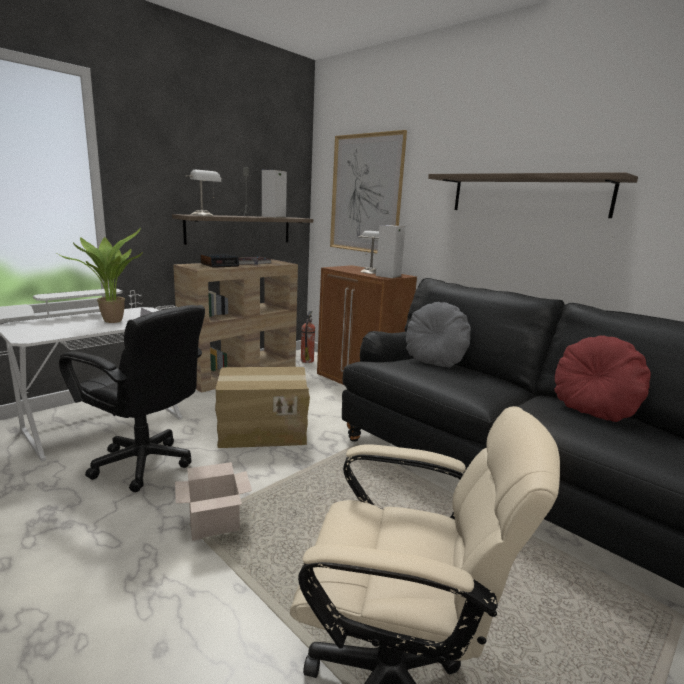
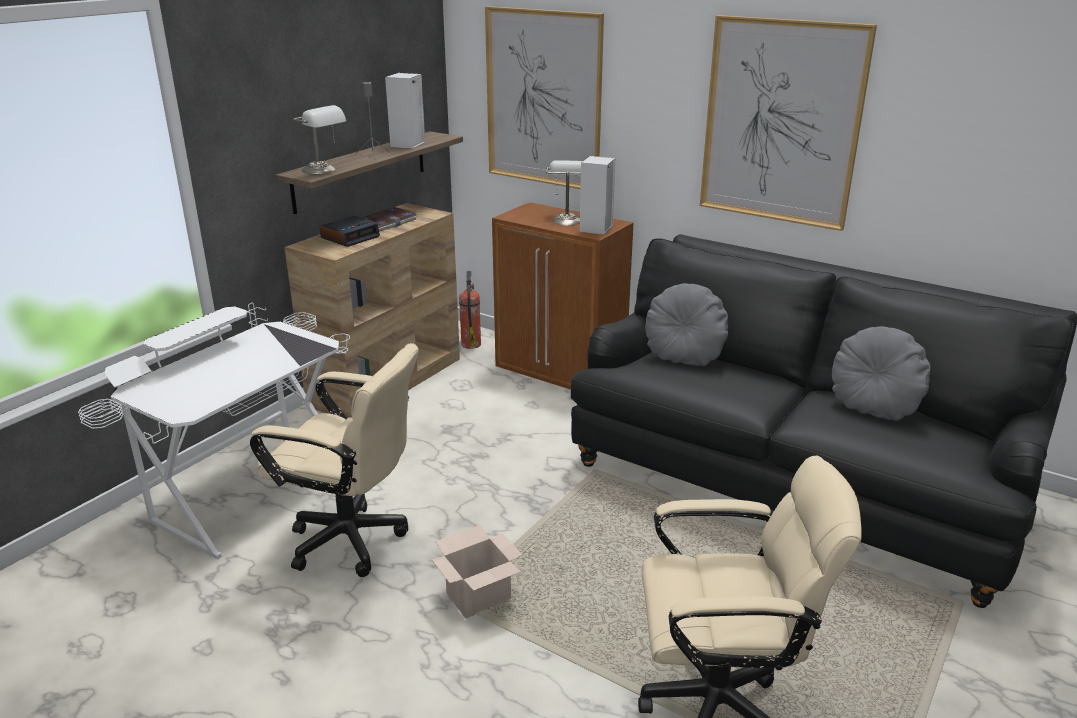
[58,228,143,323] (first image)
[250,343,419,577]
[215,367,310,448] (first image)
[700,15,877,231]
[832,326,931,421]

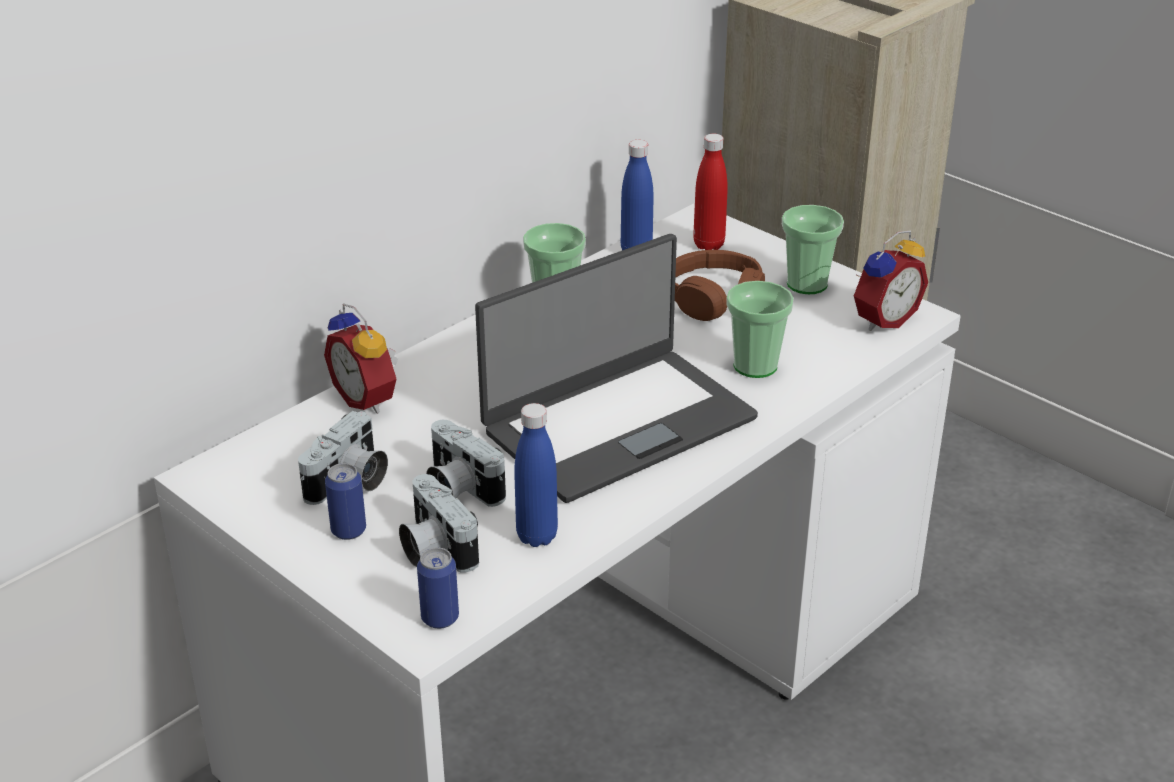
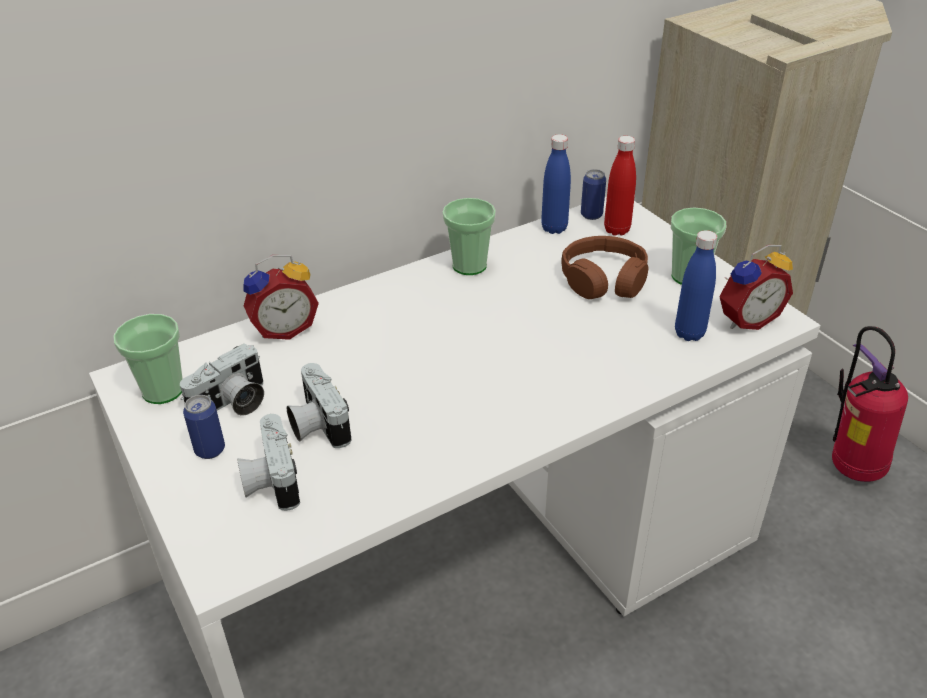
[244,255,319,340]
[581,169,606,220]
[475,234,758,503] (first image)
[675,230,717,341]
[113,314,183,404]
[832,326,908,482]

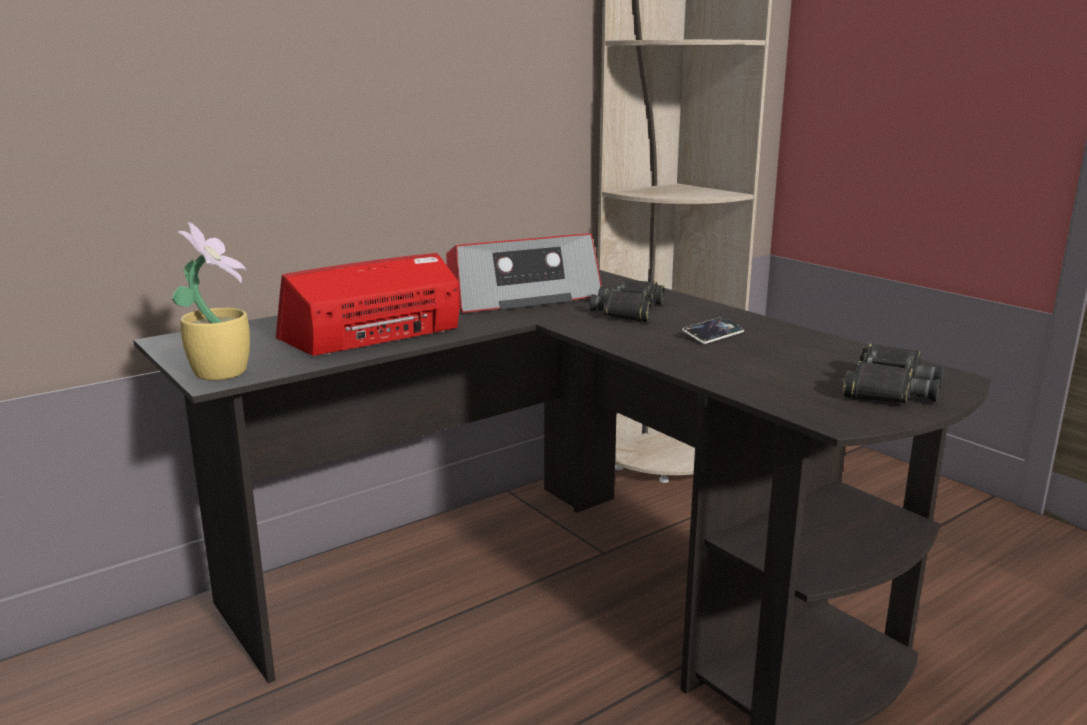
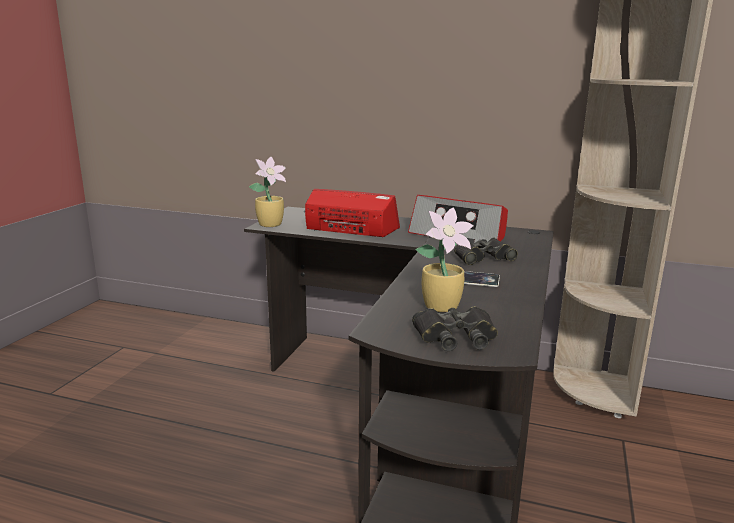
[415,207,473,312]

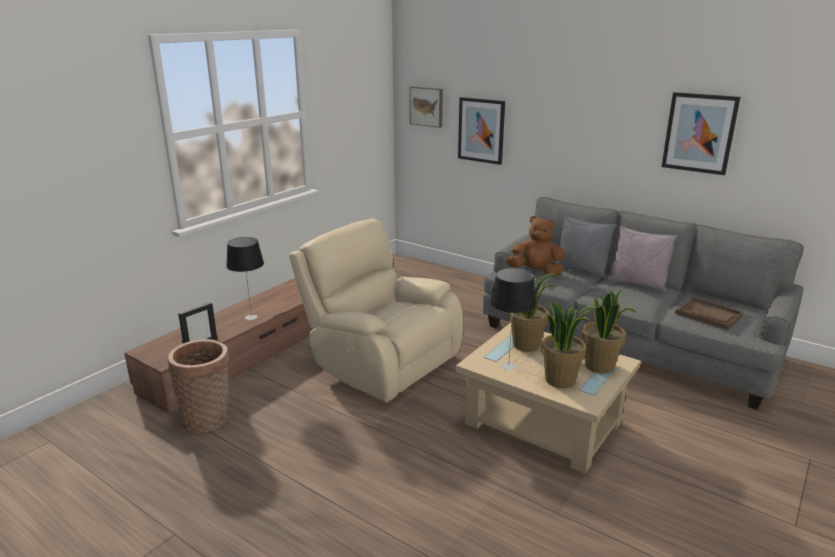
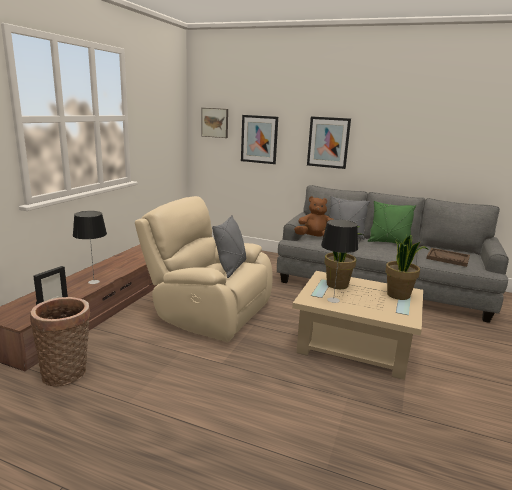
[541,300,597,388] (first image)
[368,201,416,244]
[307,116,351,169]
[212,215,246,278]

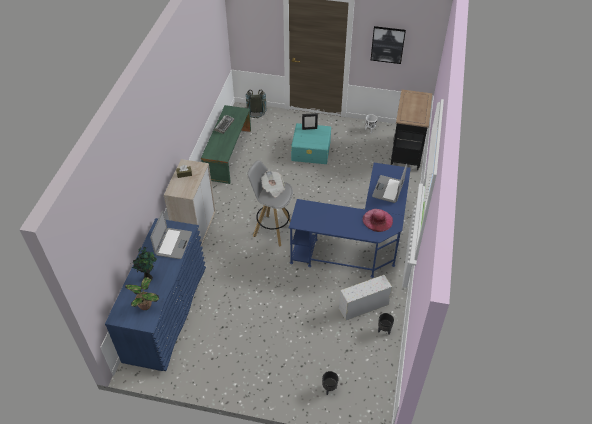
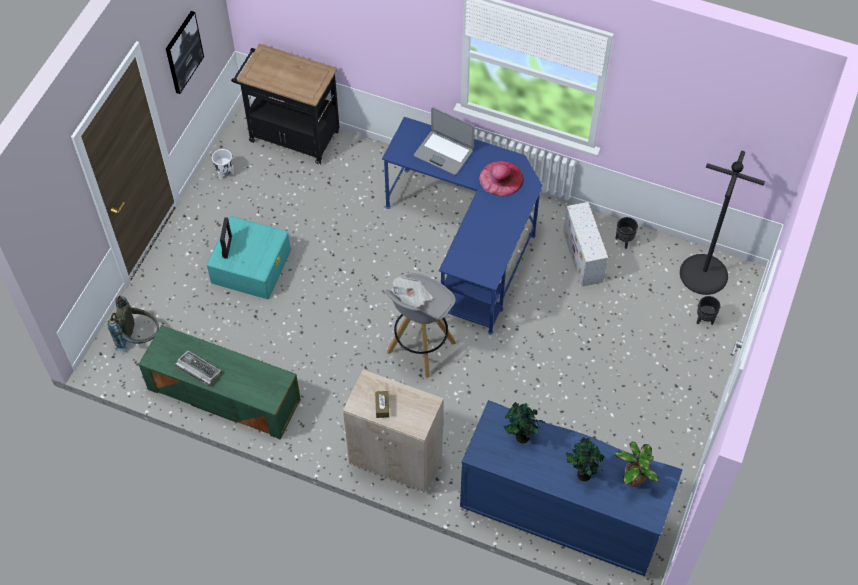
[504,402,545,443]
[680,151,765,295]

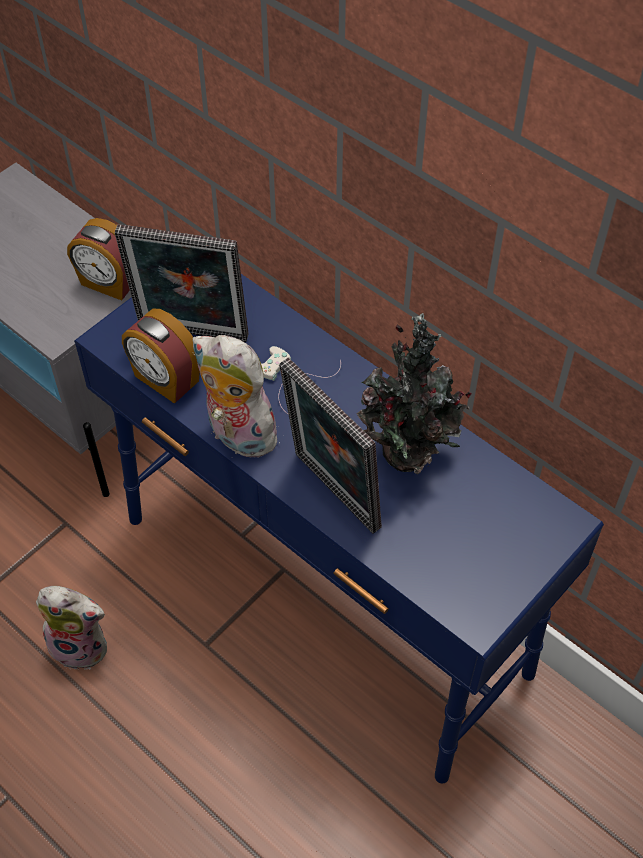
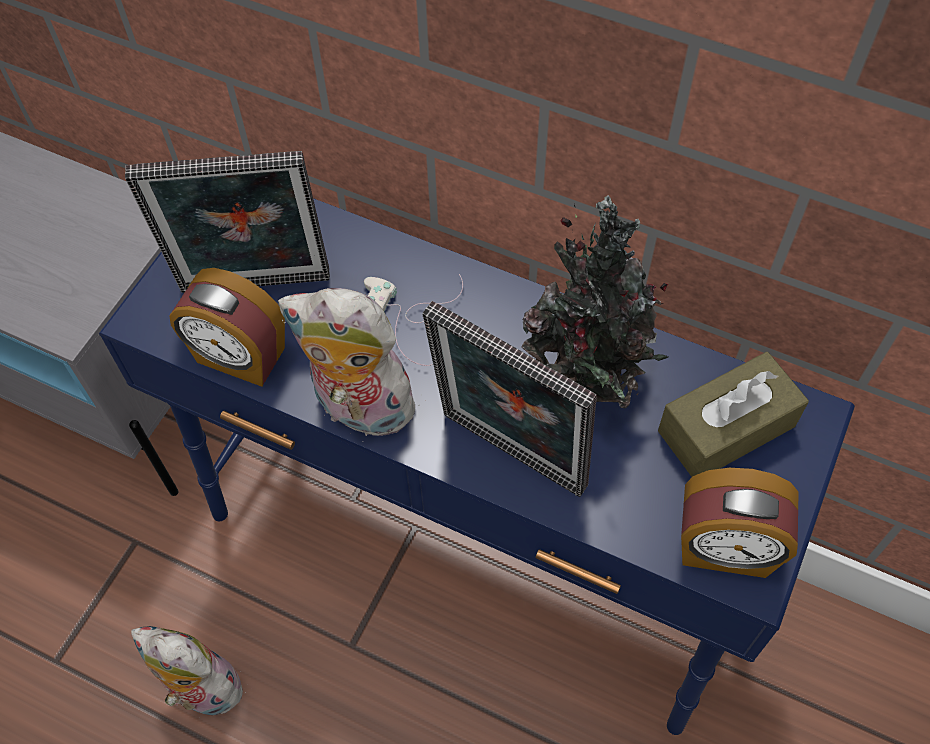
[131,626,250,718]
[681,468,799,578]
[658,352,809,477]

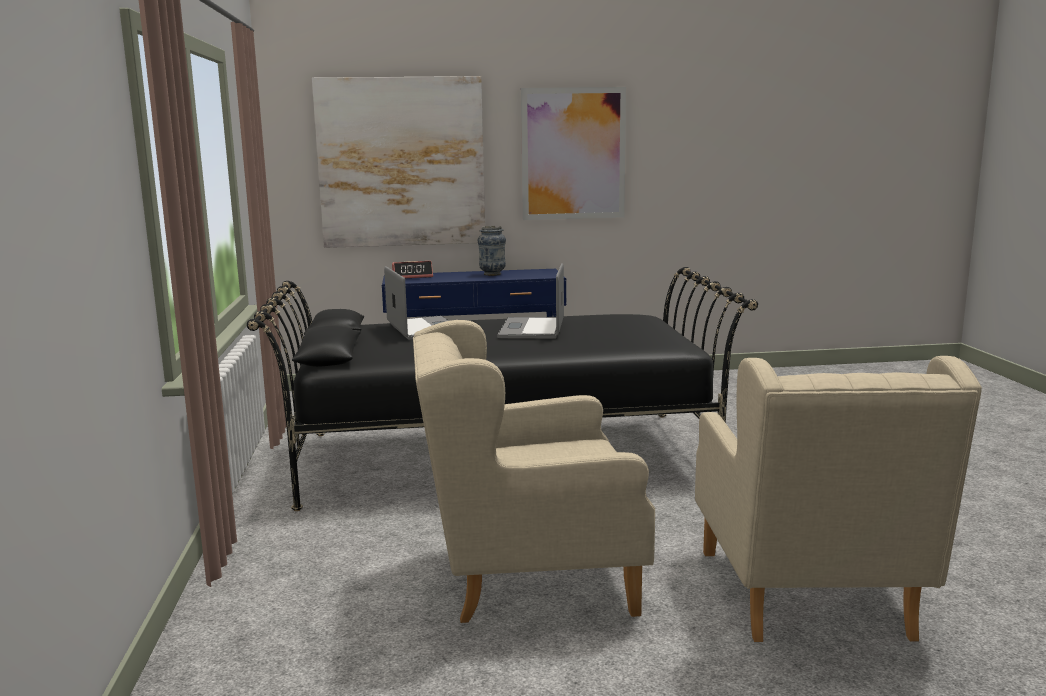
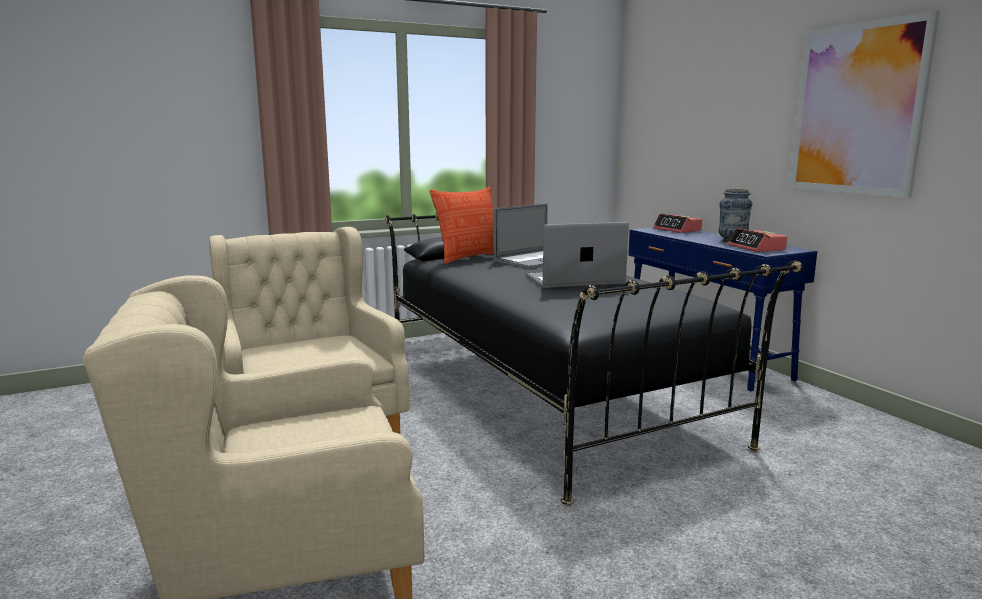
[312,76,485,248] (first image)
[430,187,494,264]
[728,228,787,252]

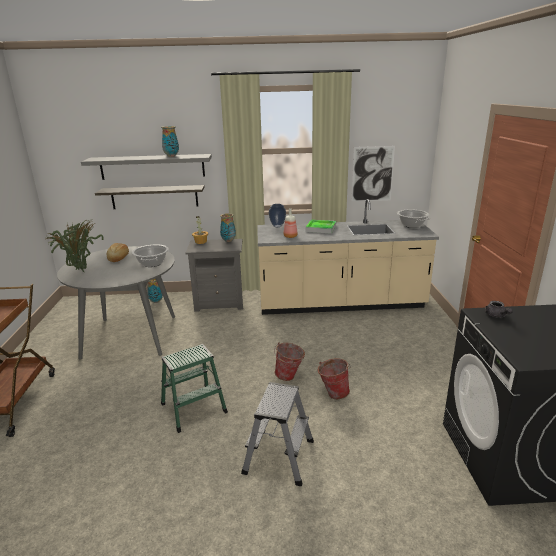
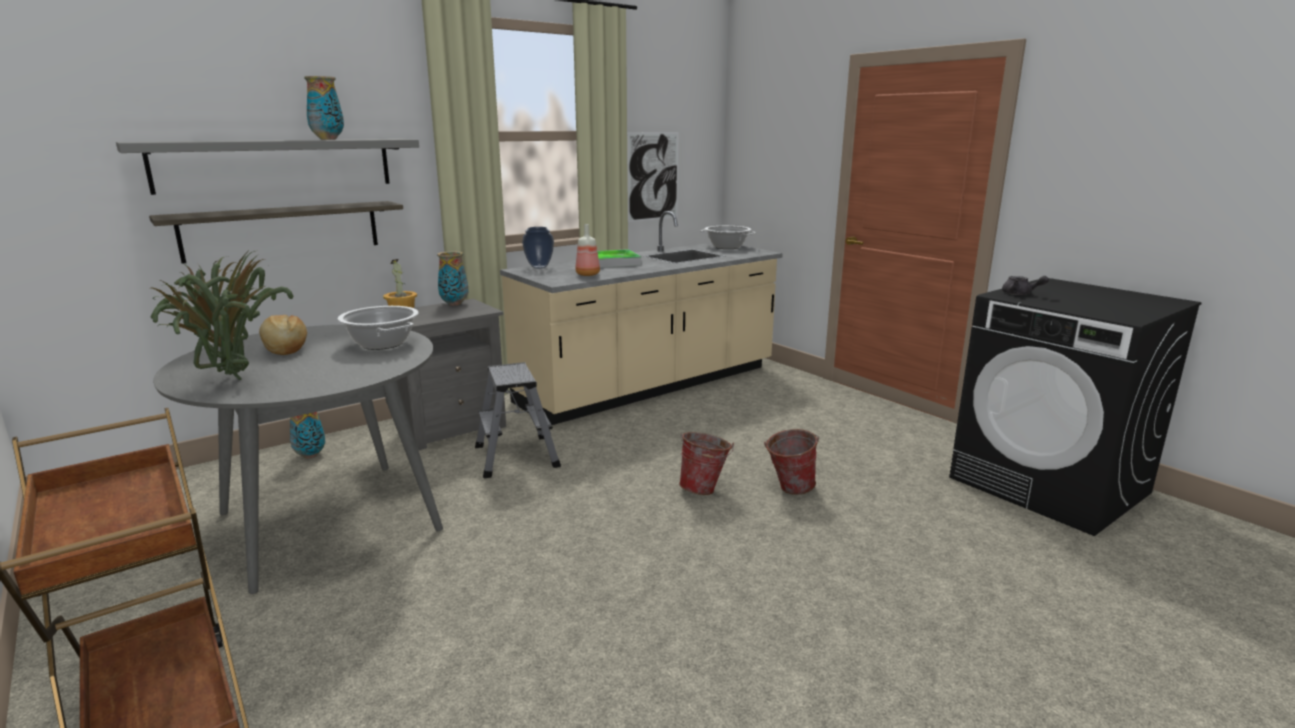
[161,344,228,433] (first image)
[475,362,561,478]

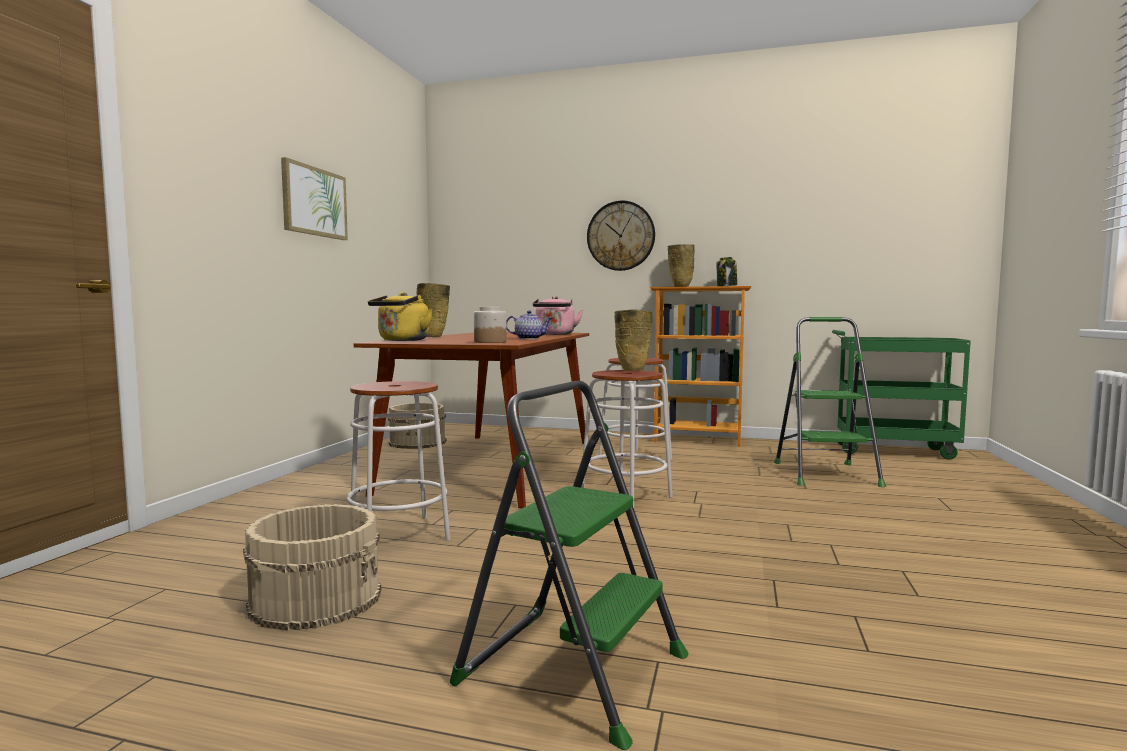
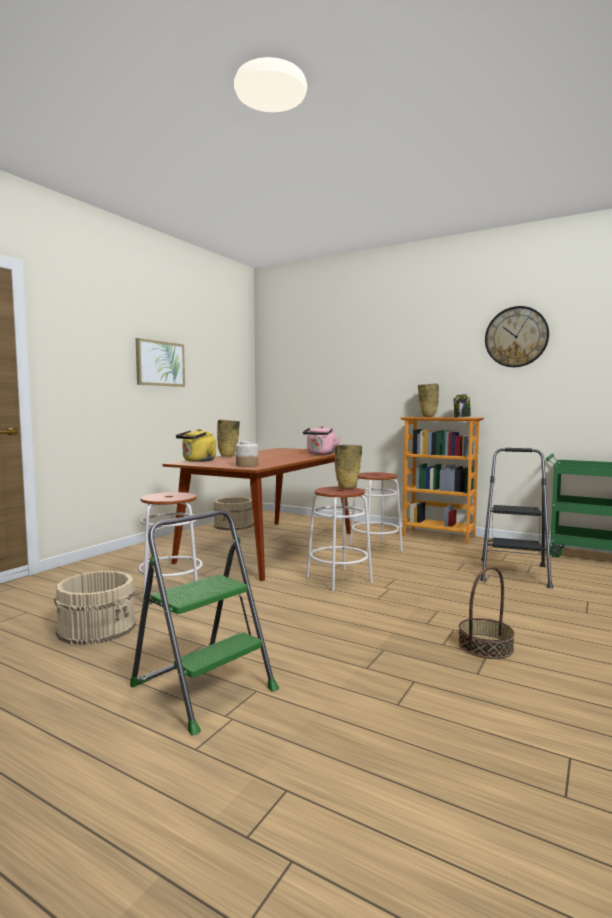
[506,311,553,339] (first image)
[485,306,549,367]
[480,448,553,588]
[458,566,515,659]

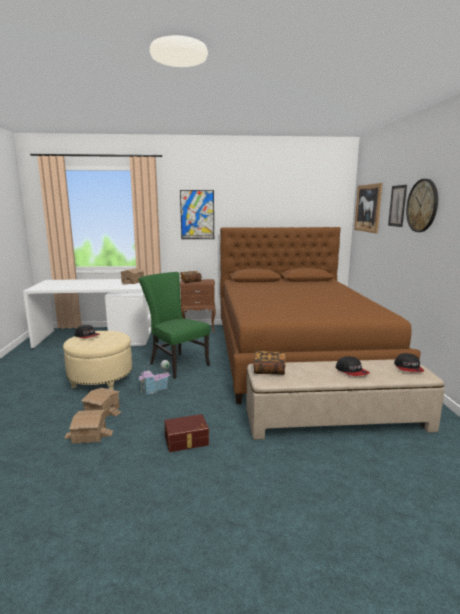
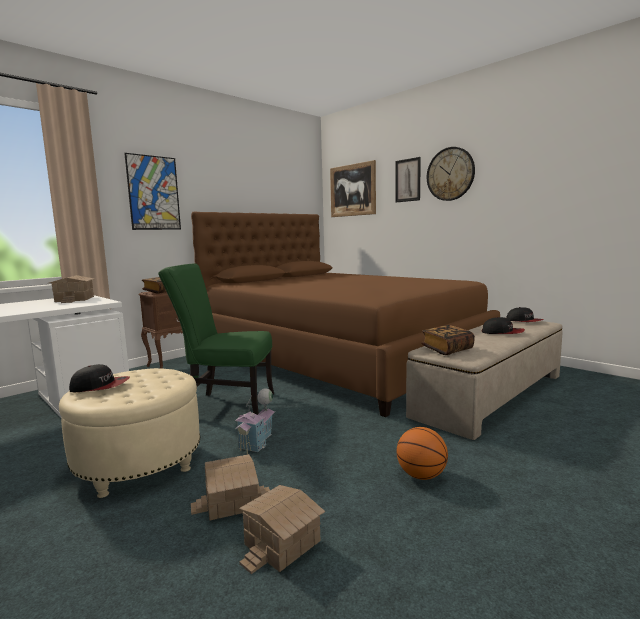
[397,427,448,480]

